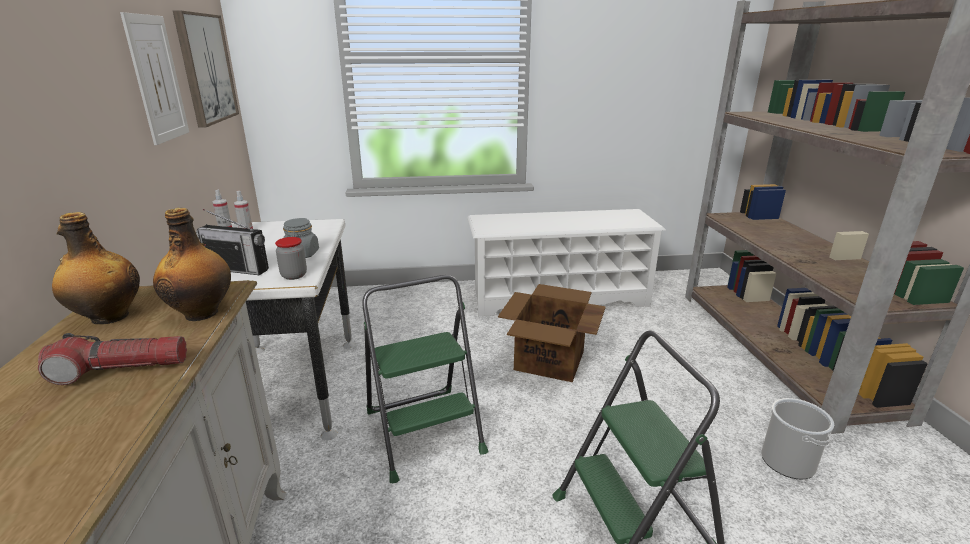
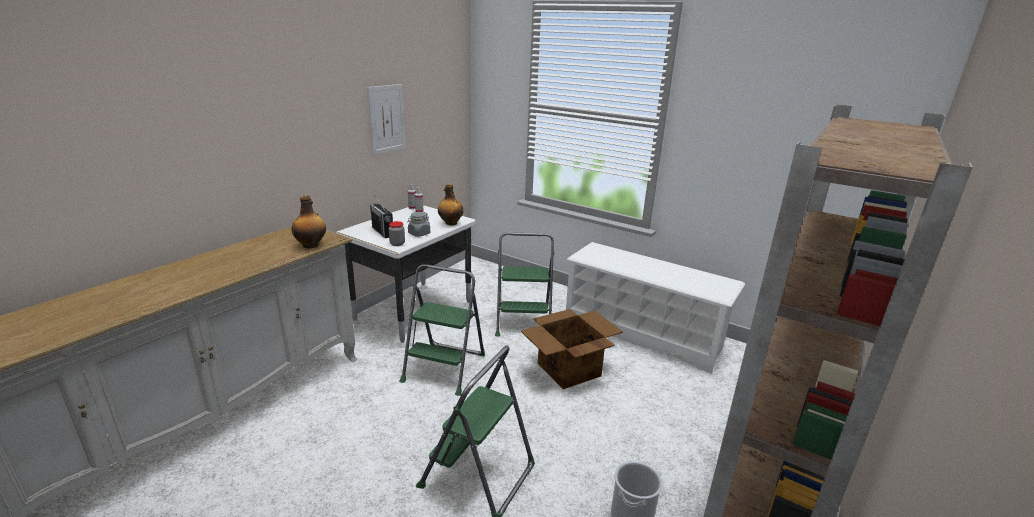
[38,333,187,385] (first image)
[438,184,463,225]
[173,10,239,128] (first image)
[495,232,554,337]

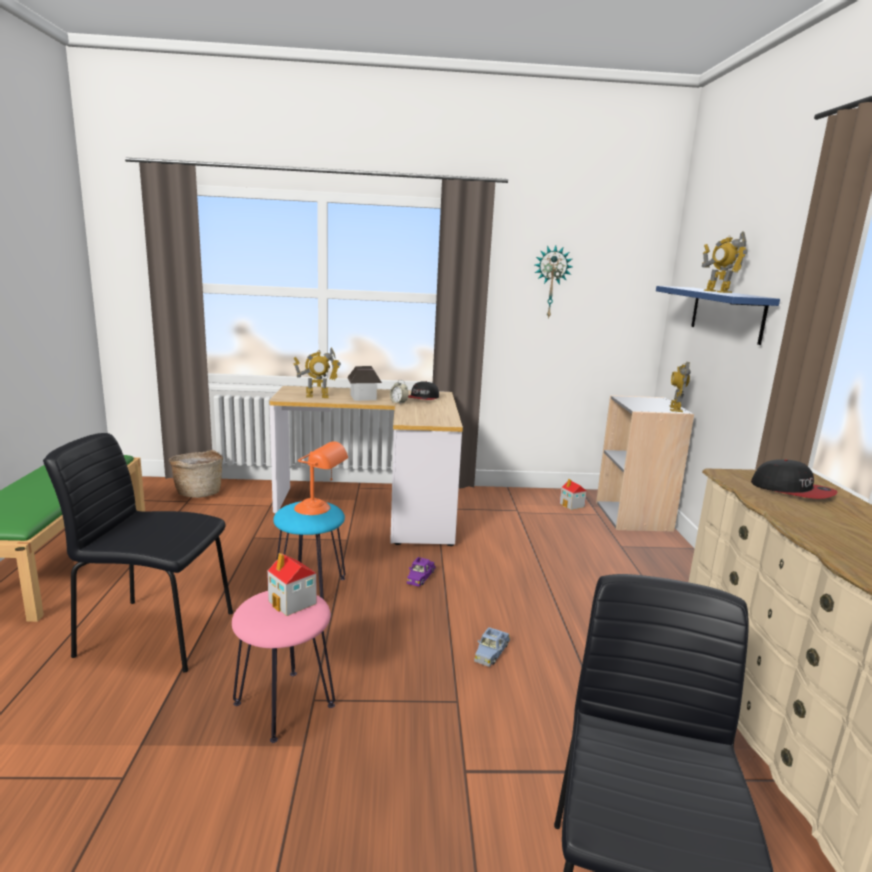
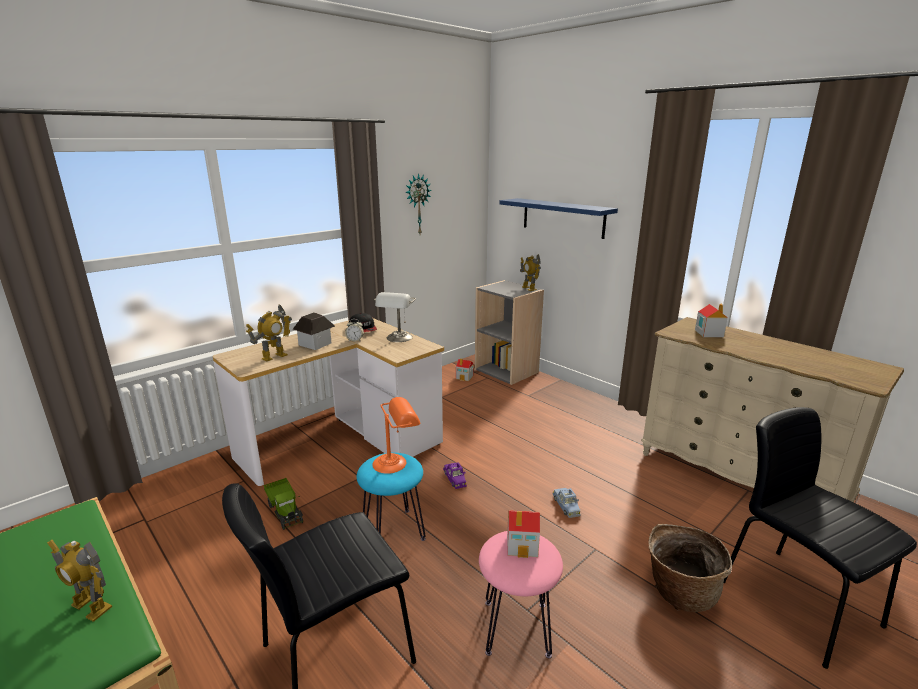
[648,524,732,612]
[47,540,112,622]
[695,304,728,337]
[264,478,303,530]
[374,292,416,342]

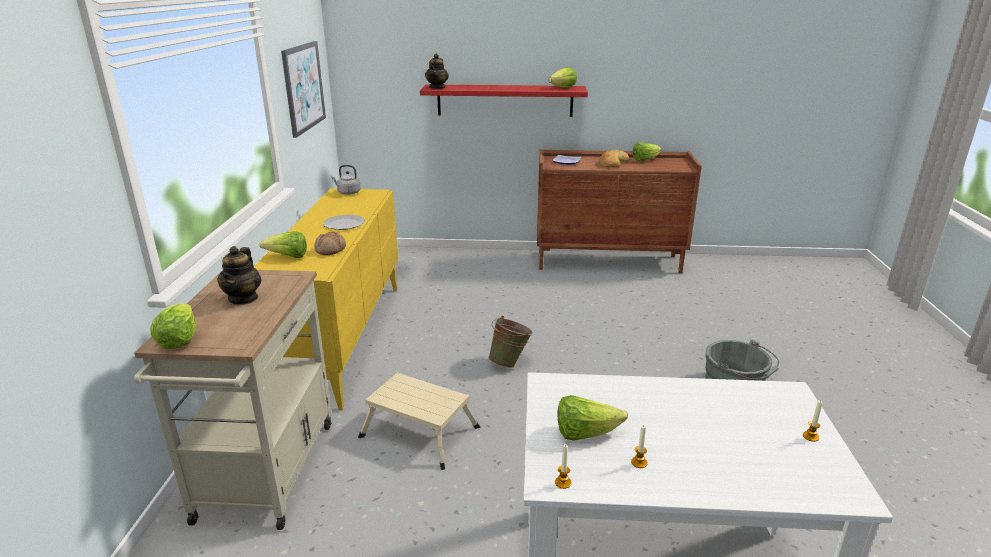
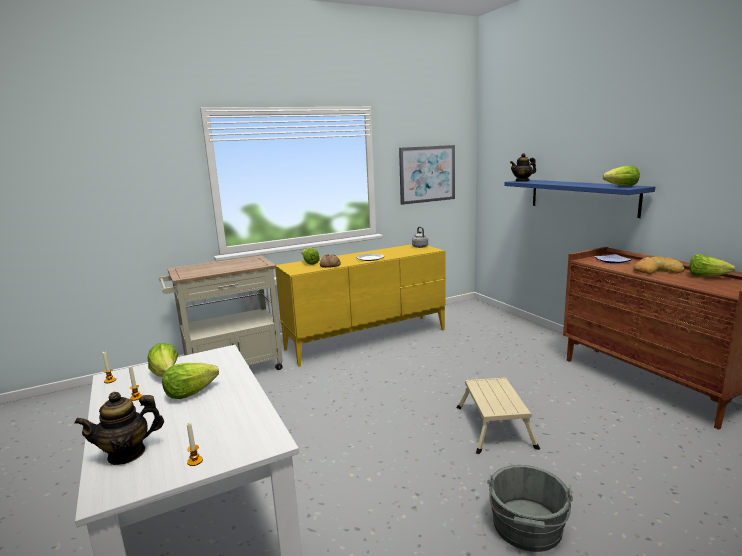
[162,363,219,399]
[74,392,164,465]
[456,377,540,455]
[504,180,655,218]
[488,316,533,368] (first image)

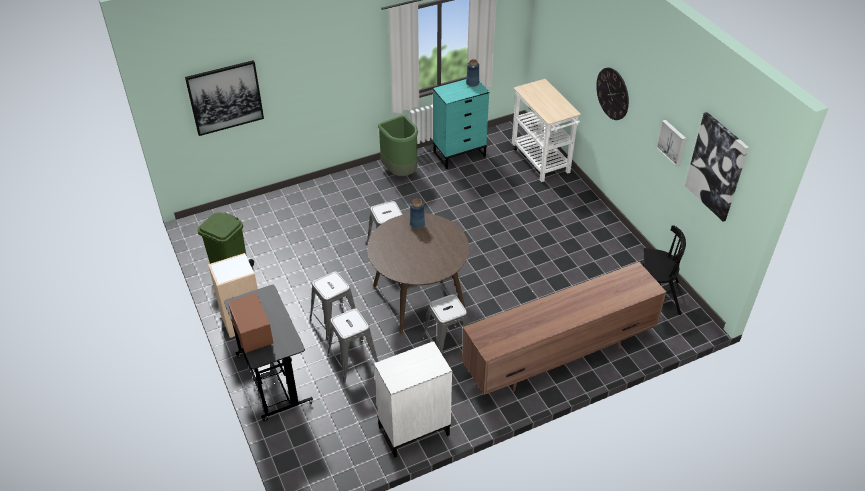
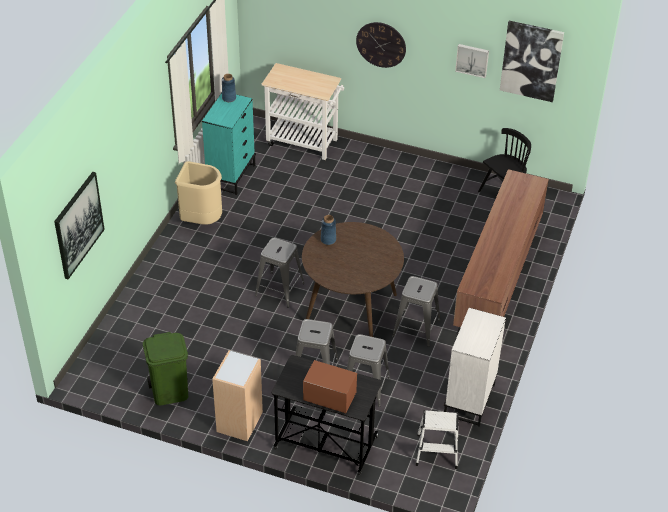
[175,161,222,225]
[416,410,459,469]

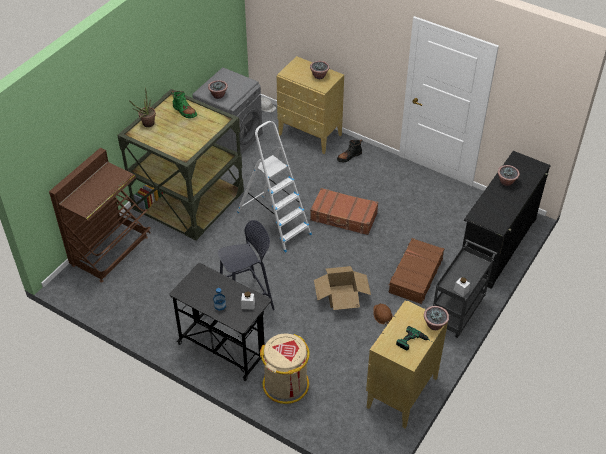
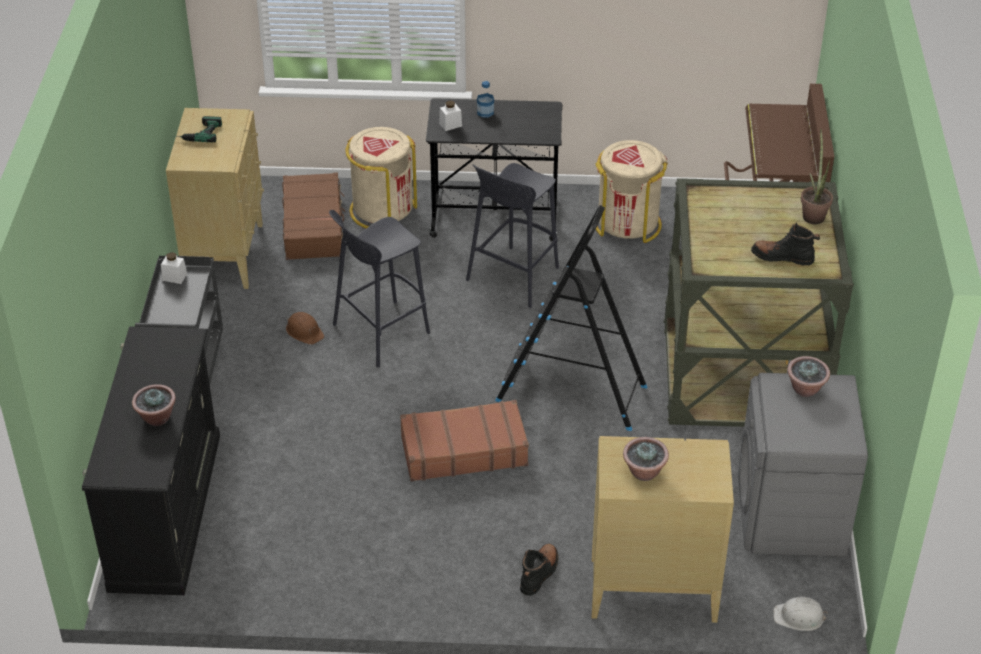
[751,222,820,266]
[495,205,647,431]
[329,210,430,367]
[282,172,345,260]
[424,306,449,330] (first image)
[596,140,668,243]

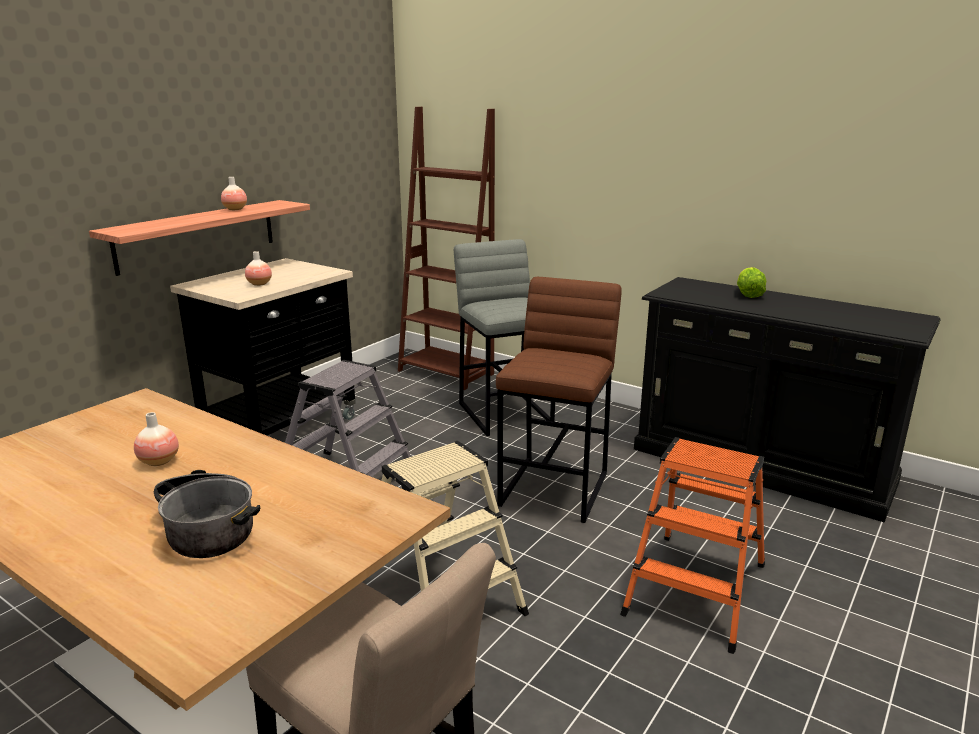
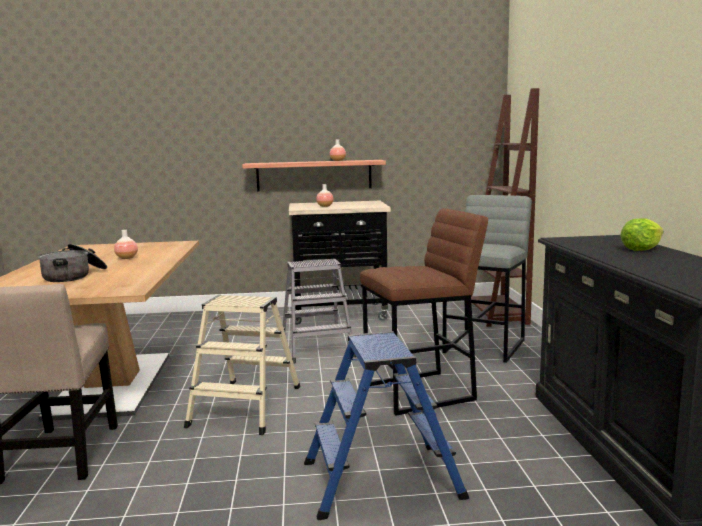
[304,331,469,520]

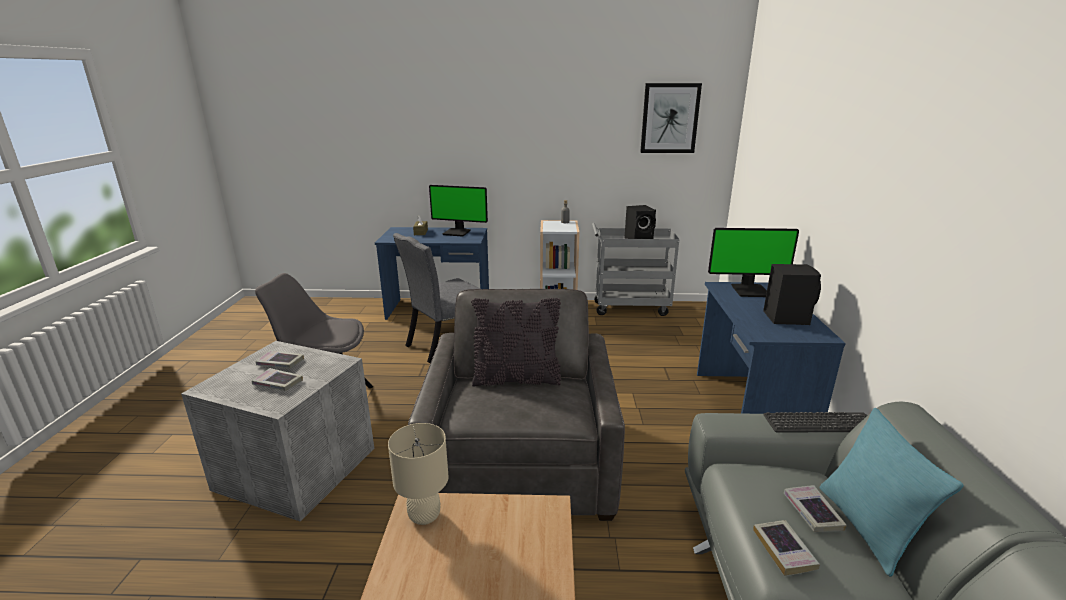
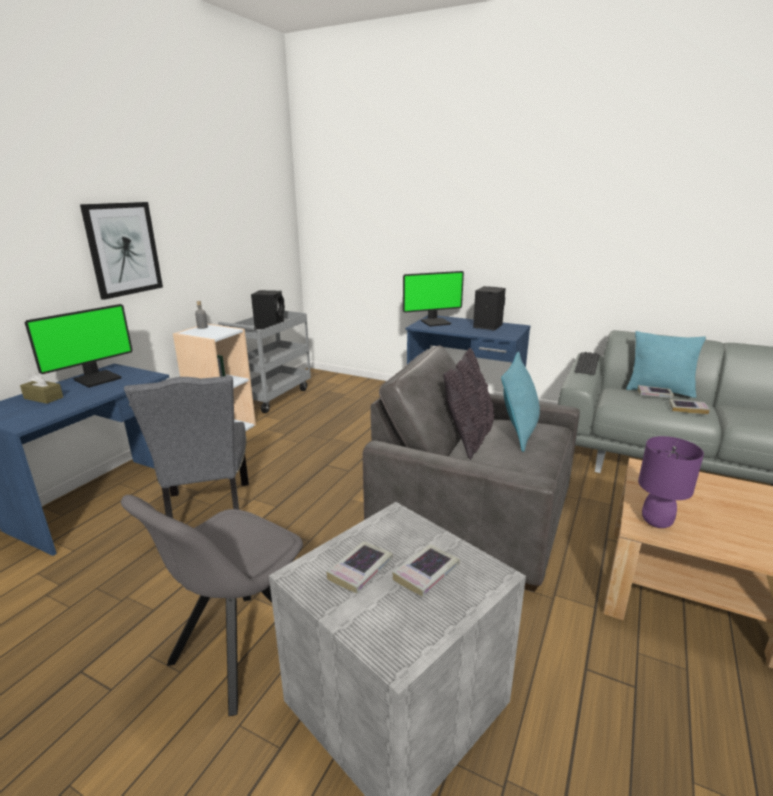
[638,436,704,528]
[80,202,163,300]
[403,271,464,327]
[501,352,540,452]

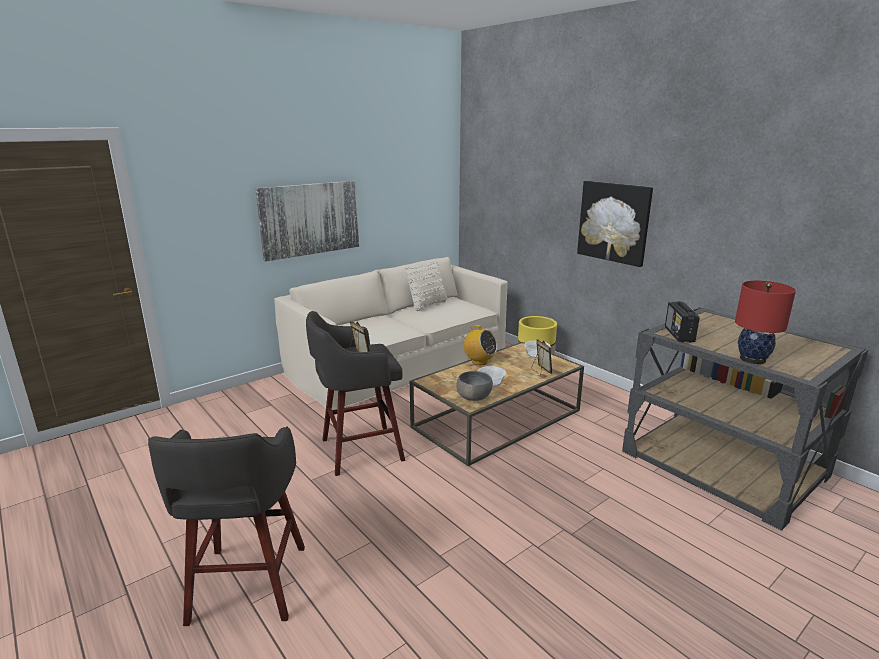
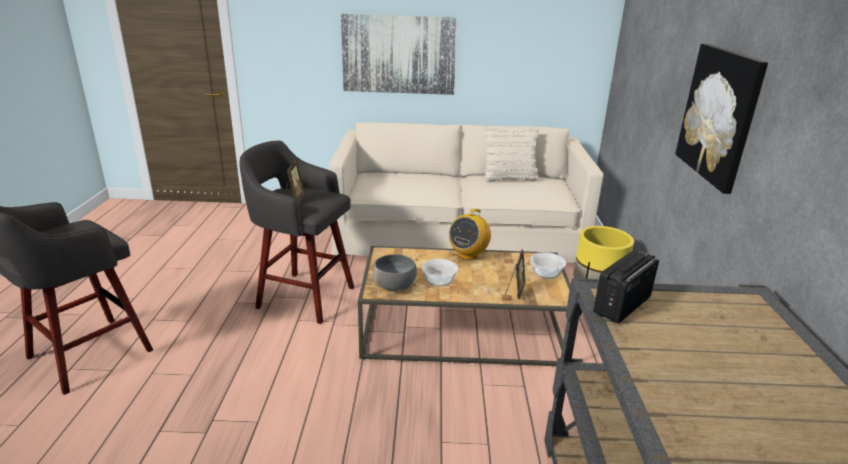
[449,209,491,260]
[735,281,796,364] (first image)

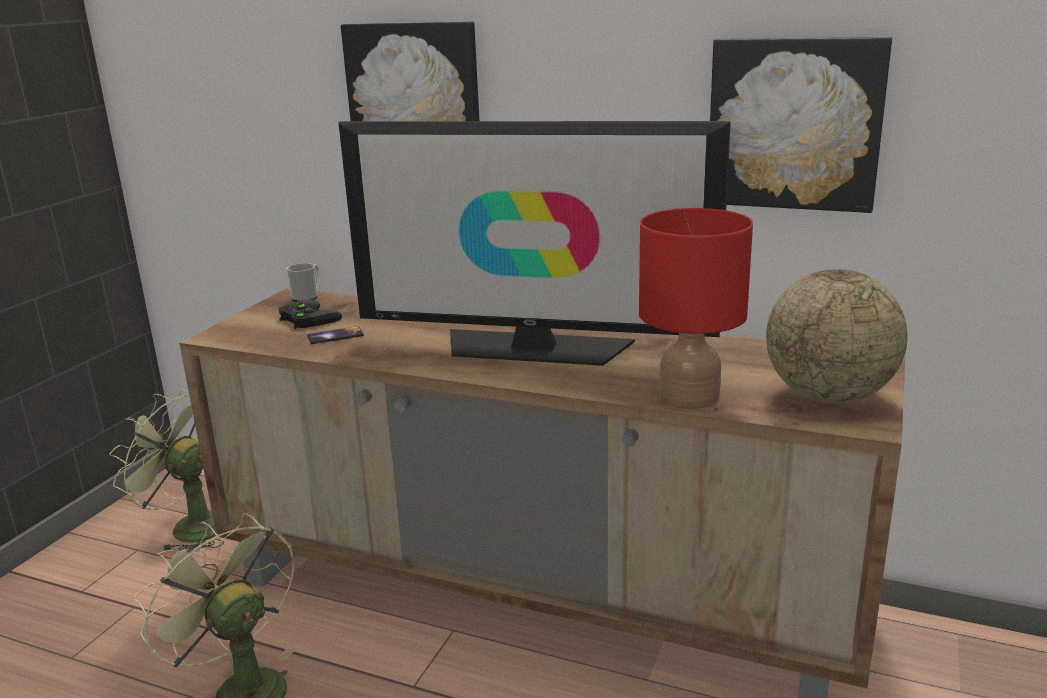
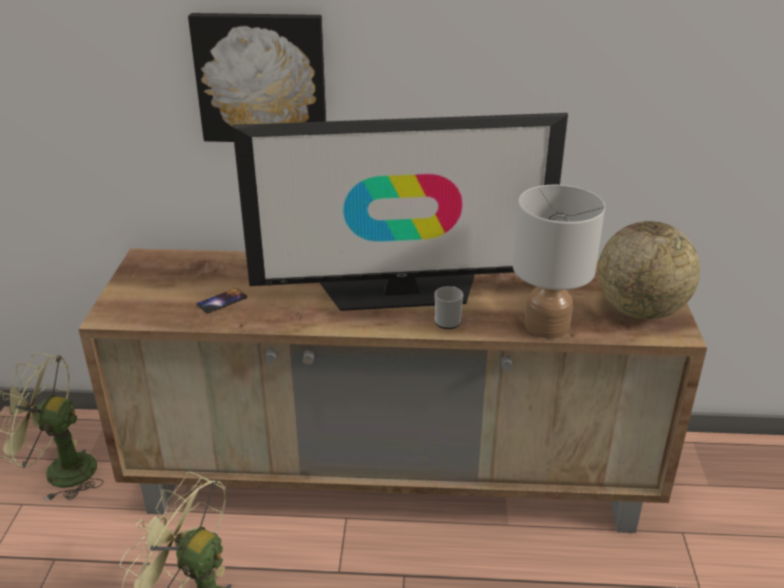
[279,300,342,329] (first image)
[434,286,464,329]
[513,185,605,338]
[710,37,892,213] (first image)

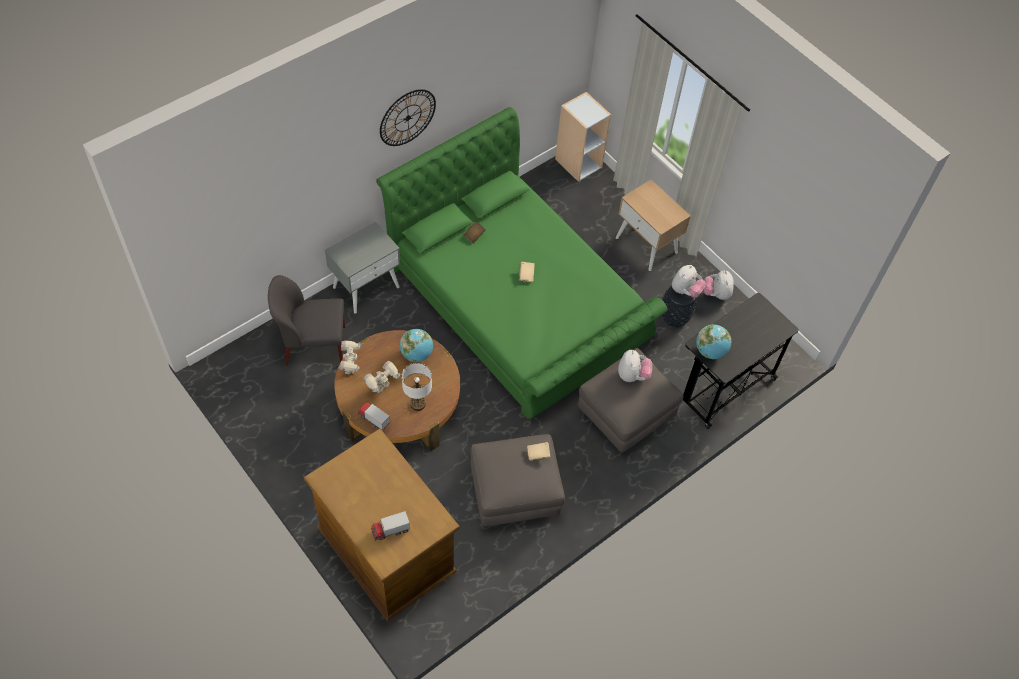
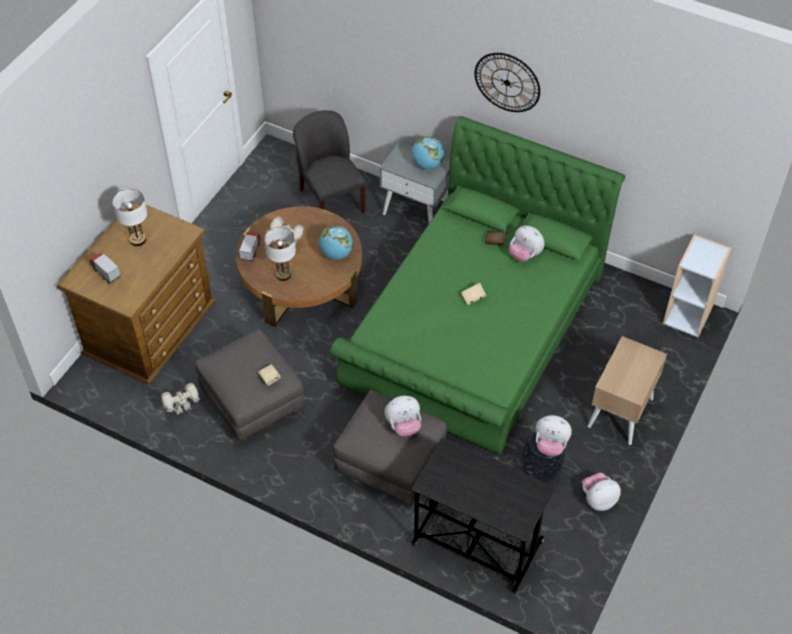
[161,383,200,415]
[412,136,444,170]
[112,189,147,246]
[509,226,545,262]

